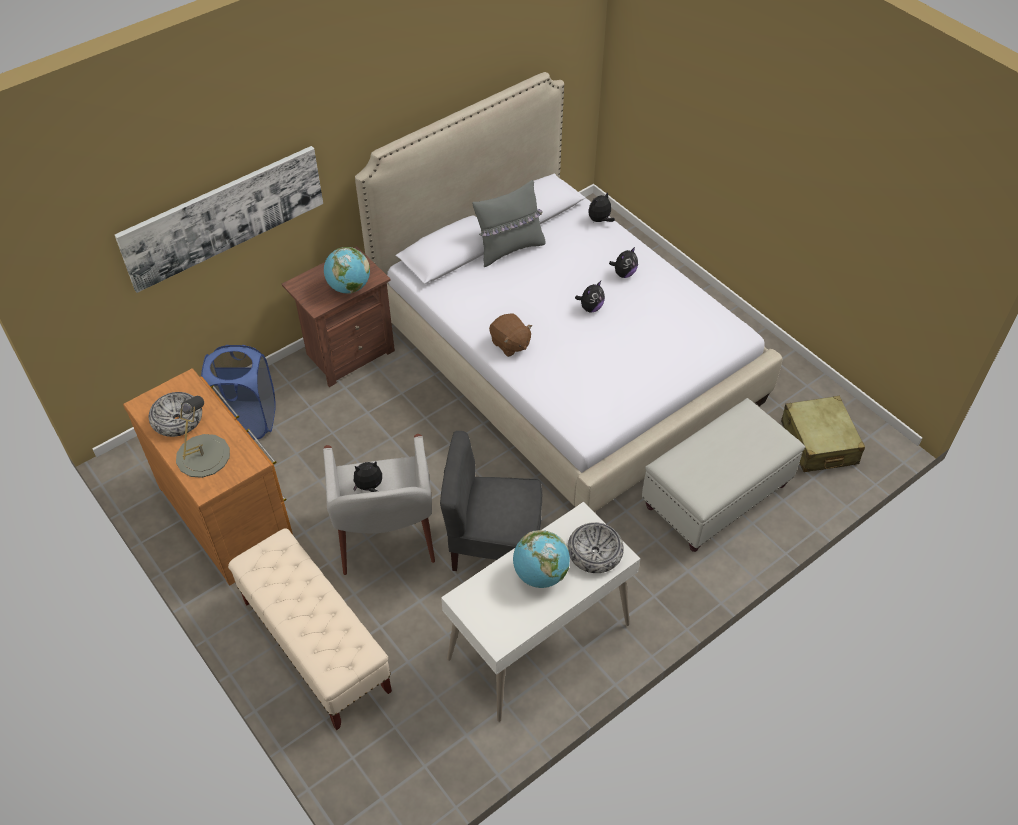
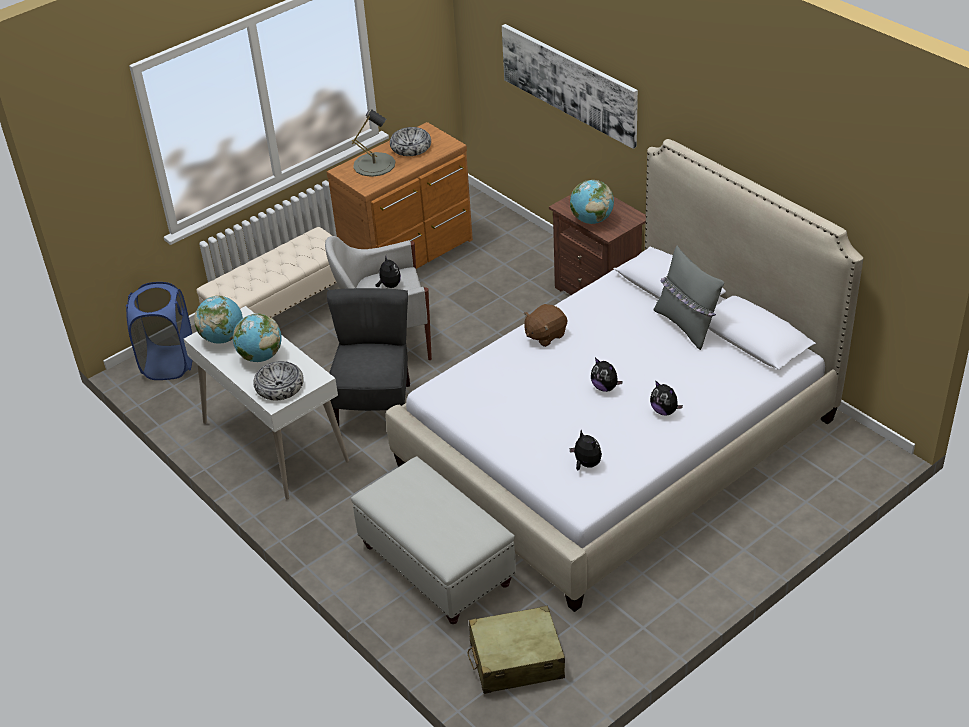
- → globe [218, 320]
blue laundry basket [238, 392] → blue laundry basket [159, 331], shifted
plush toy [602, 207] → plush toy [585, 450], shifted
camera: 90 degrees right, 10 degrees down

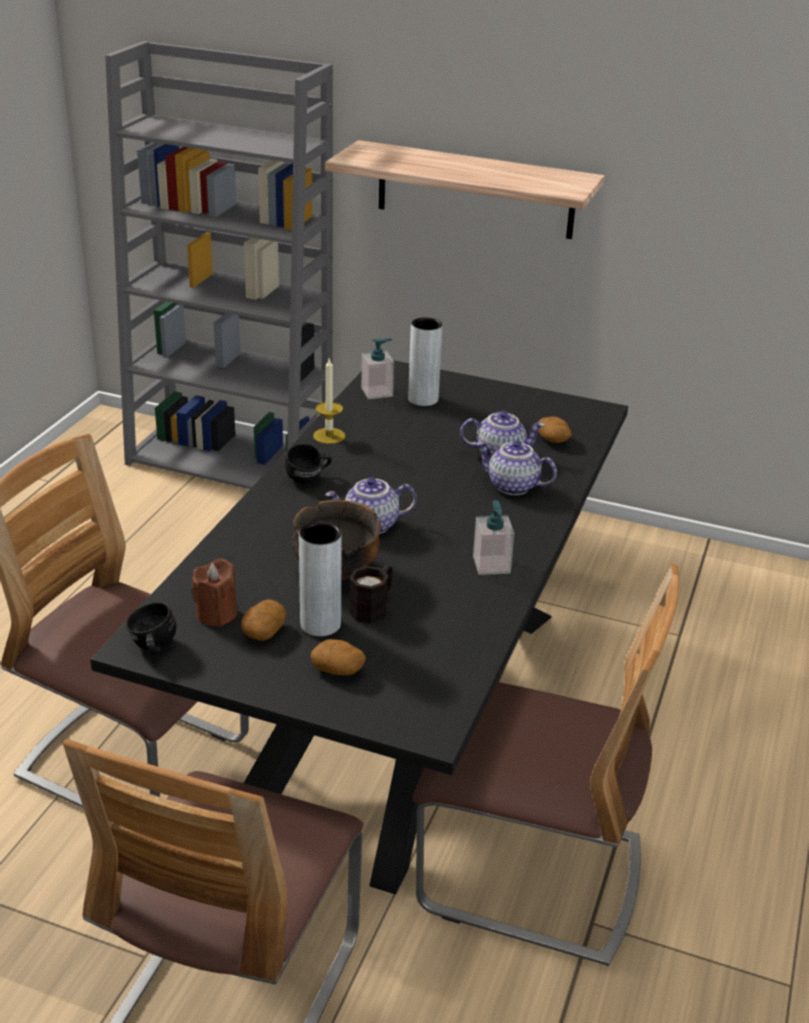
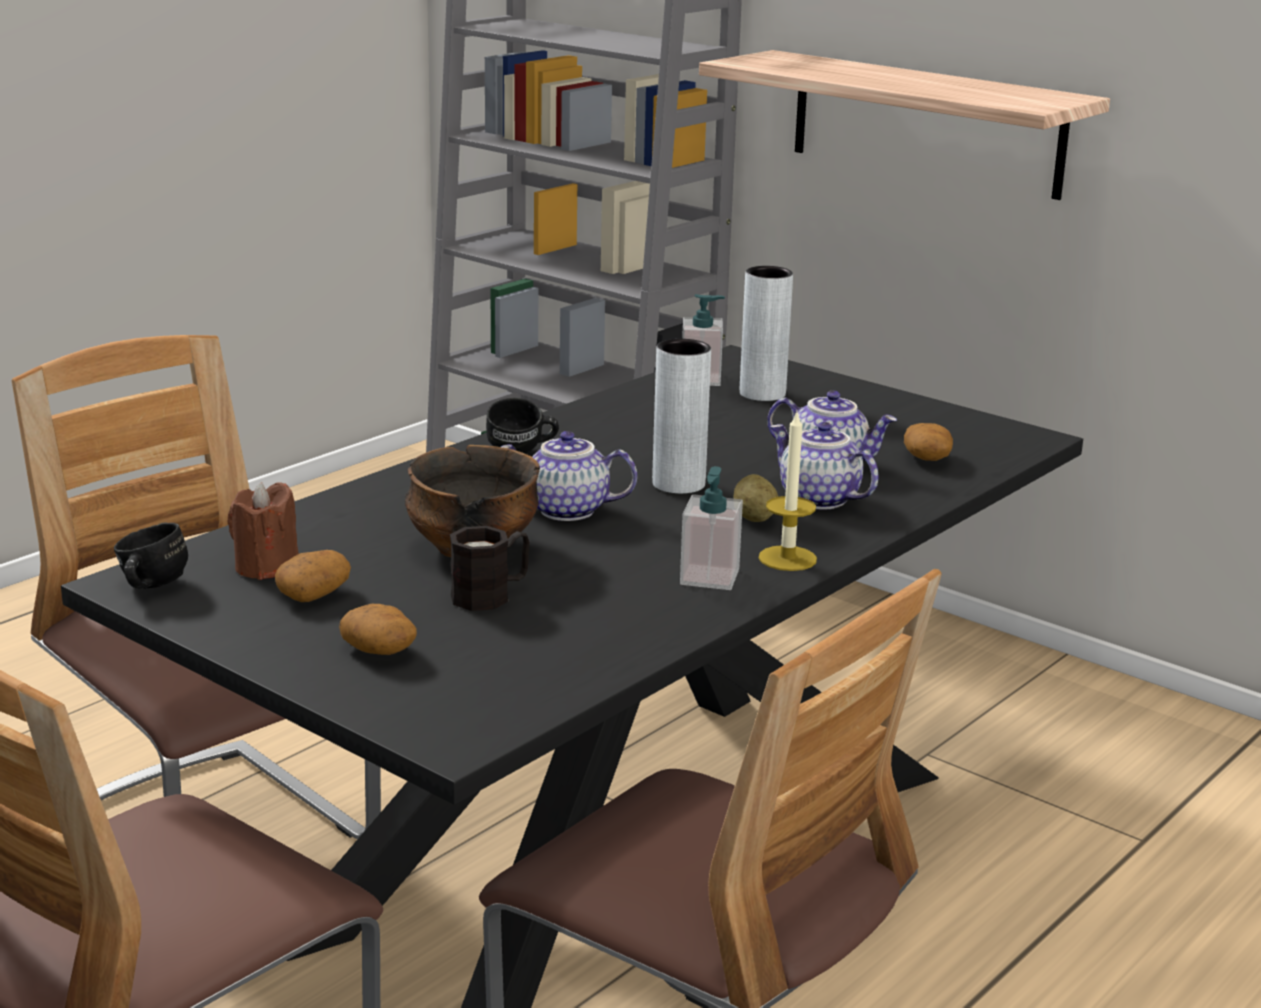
- → potato [755, 498]
grey vase [320, 579] → grey vase [681, 416], shifted
candle [329, 401] → candle [788, 492], shifted
camera: 20 degrees right, 10 degrees down

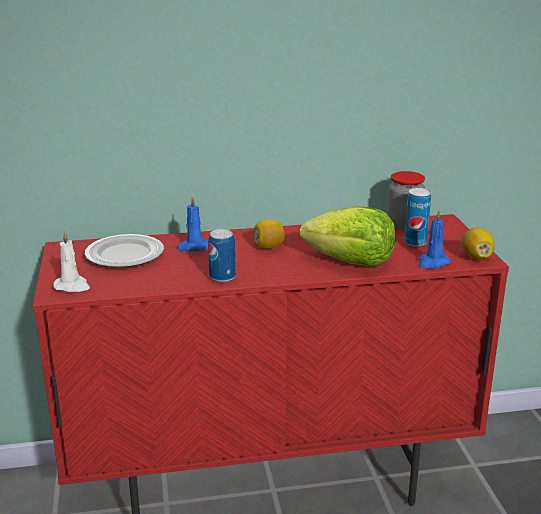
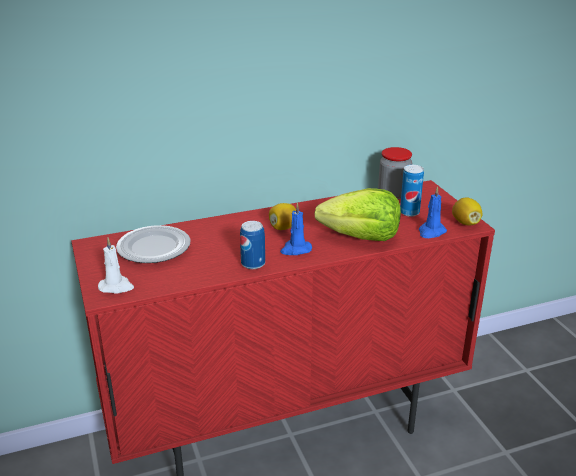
blue candle [192, 223] → blue candle [296, 229], shifted
camera: 10 degrees left, 5 degrees up

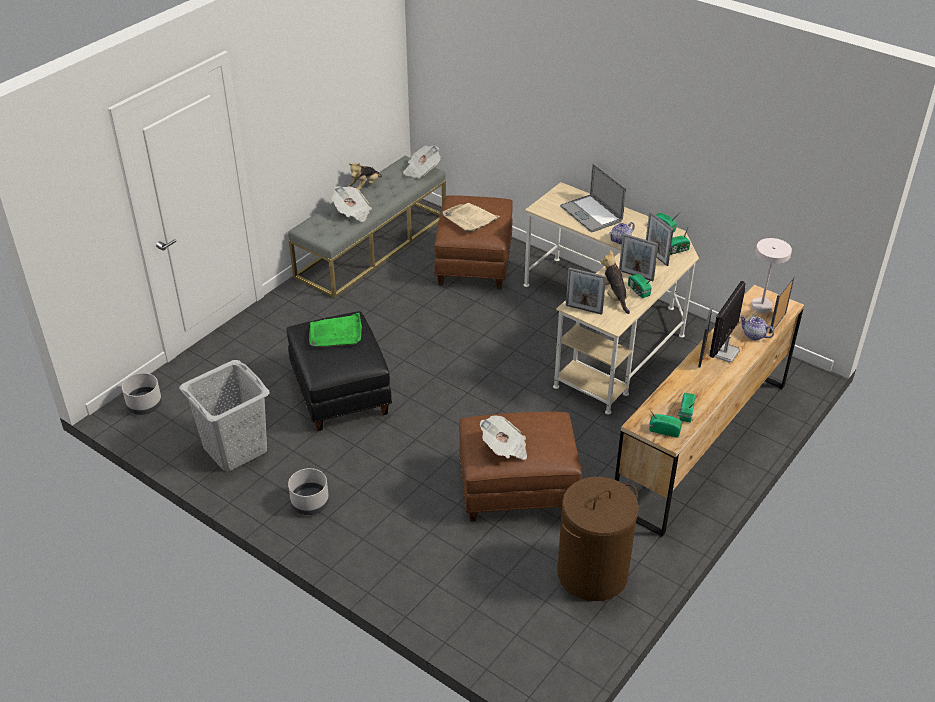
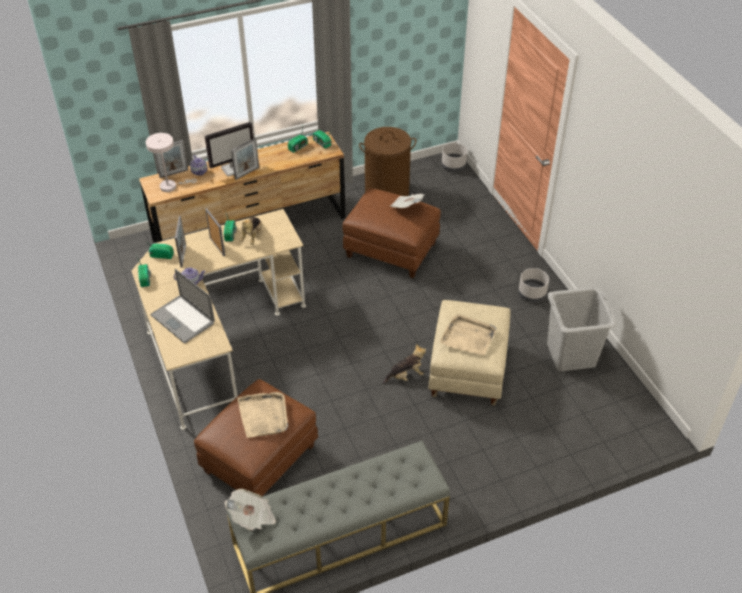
newspaper [352, 204] → -
picture frame [586, 291] → -
grey planter [142, 394] → grey planter [454, 157], shifted
plush toy [365, 176] → plush toy [404, 364], shifted
black ottoman [339, 371] → beige ottoman [469, 352]
green tray [335, 330] → beige tray [468, 334]
laptop [593, 198] → laptop [182, 306], 135 degrees clockwise
camera: 150 degrees left, 5 degrees up

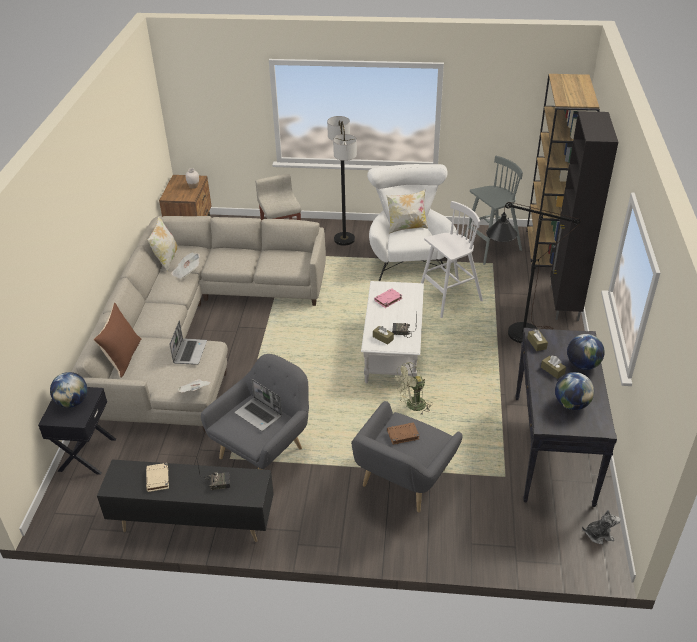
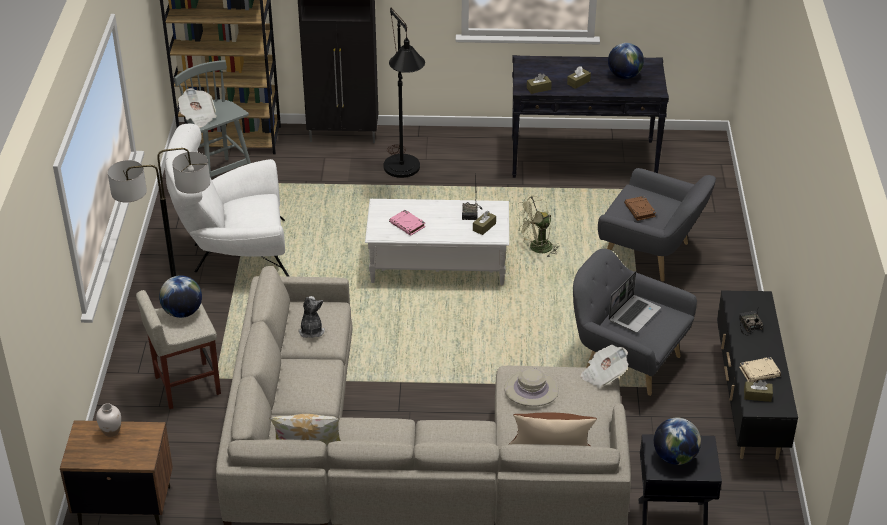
pillow [407, 212] → -
white stool [452, 259] → -
- → brown tissue box [758, 391]
newspaper [185, 266] → newspaper [197, 107], shifted
globe [586, 352] → globe [180, 296], shifted
plush toy [601, 527] → plush toy [312, 317], shifted
laptop [188, 343] → beige hat [531, 387]
green fan [414, 388] → green fan [539, 226], 90 degrees clockwise
camera: 95 degrees left, 0 degrees up

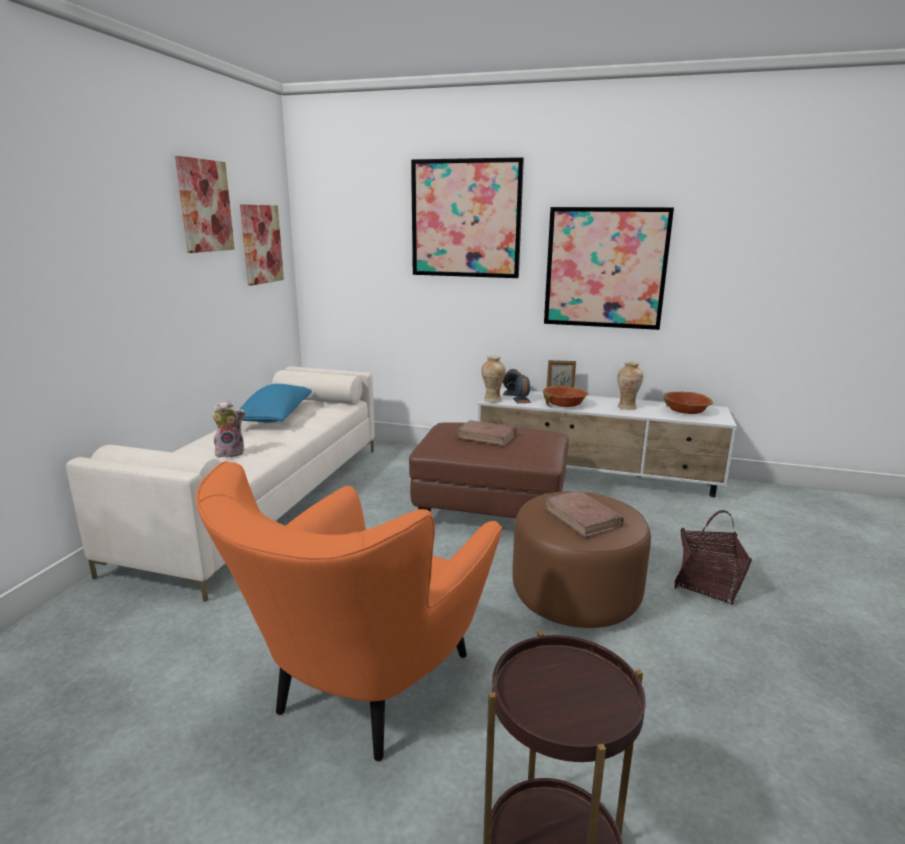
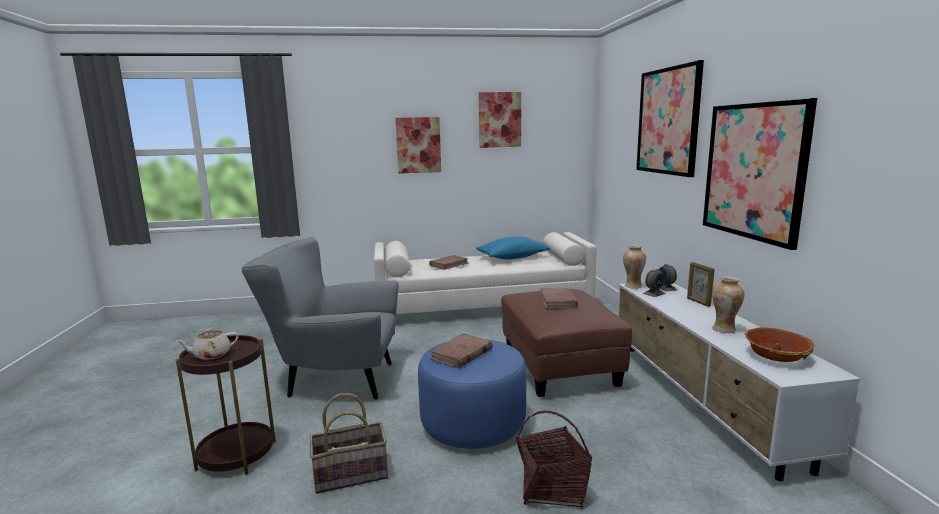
bowl [566, 396] → -
- → beige teapot [207, 344]
- → basket [349, 443]
picture [262, 245] → picture [418, 145], shifted
plush toy [229, 429] → brown book [448, 262]
orange armchair [349, 611] → grey armchair [320, 318]
brown ottoman [581, 559] → blue ottoman [472, 394]
camera: 65 degrees right, 5 degrees down

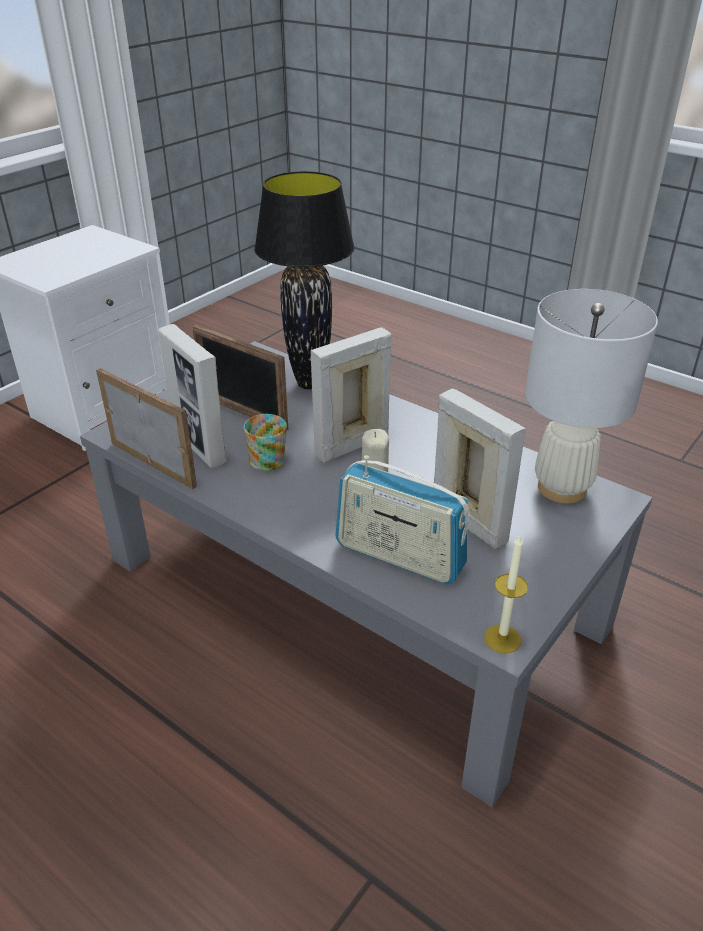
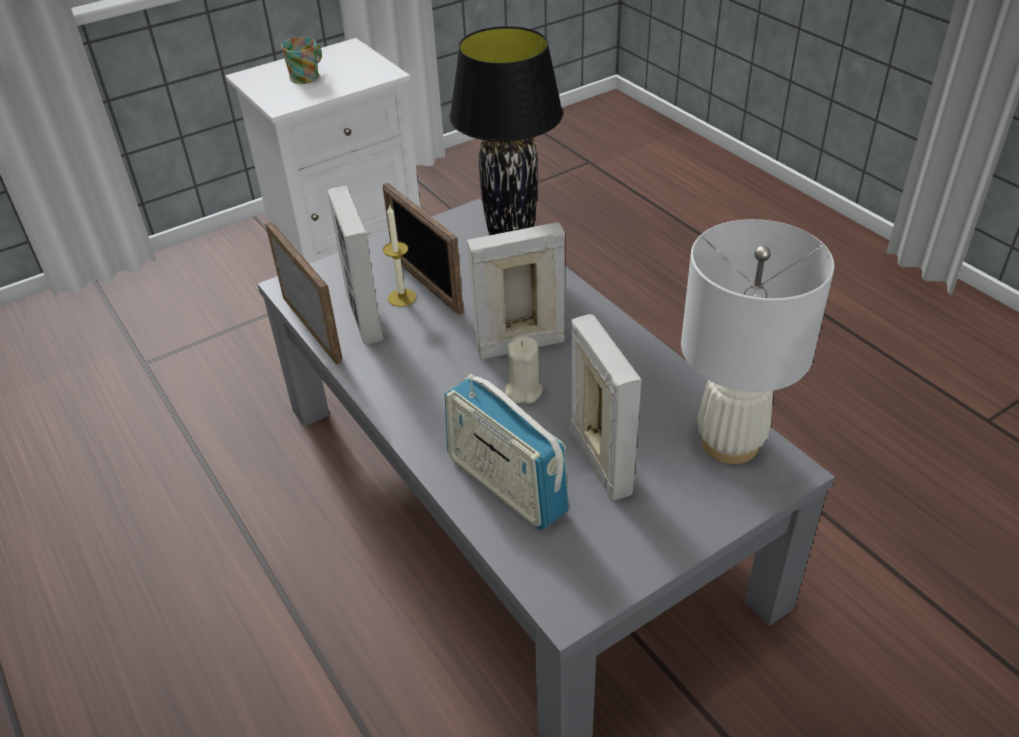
mug [265, 442] → mug [301, 60], shifted
candle [506, 594] → candle [400, 255], shifted
camera: 20 degrees right, 5 degrees up

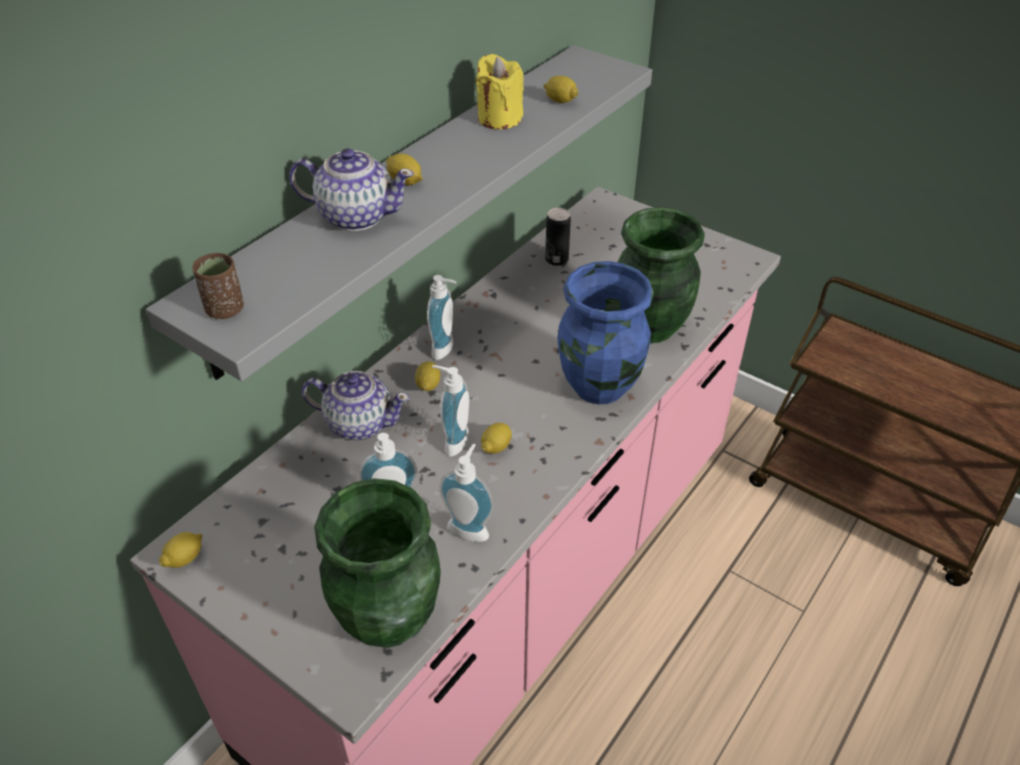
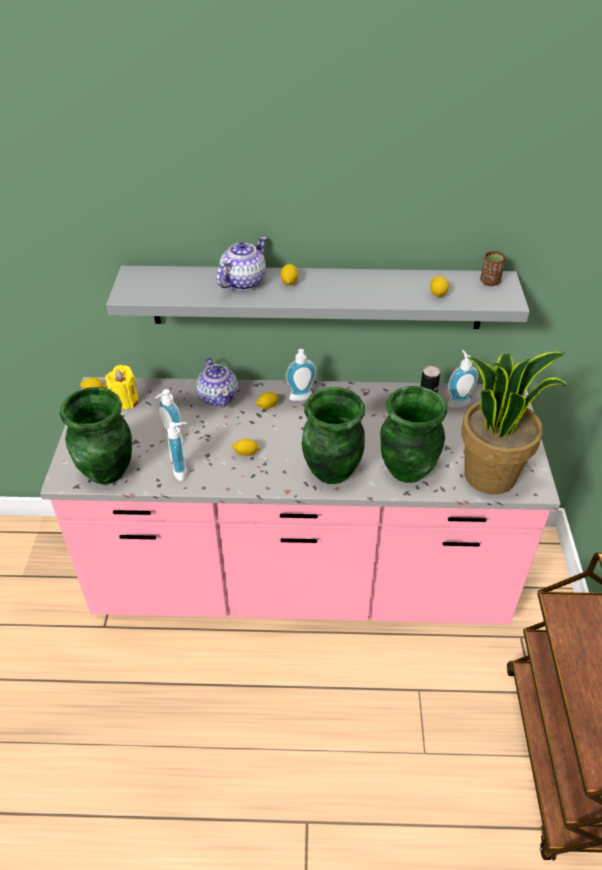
- → potted plant [516, 423]
brown cup [218, 286] → brown cup [493, 268], shifted
soap dispenser [450, 410] → soap dispenser [462, 379], shifted
yellow candle [500, 91] → yellow candle [122, 387], shifted
blue vase [605, 332] → green vase [333, 435]
teapot [351, 189] → teapot [241, 263], 120 degrees counterclockwise
camera: 55 degrees right, 0 degrees up

